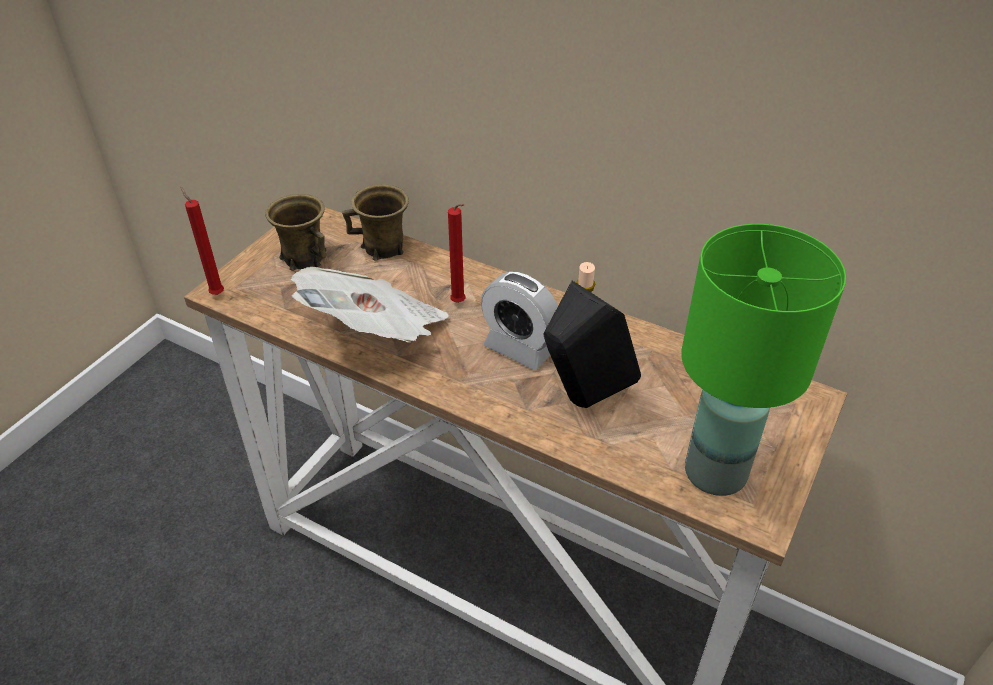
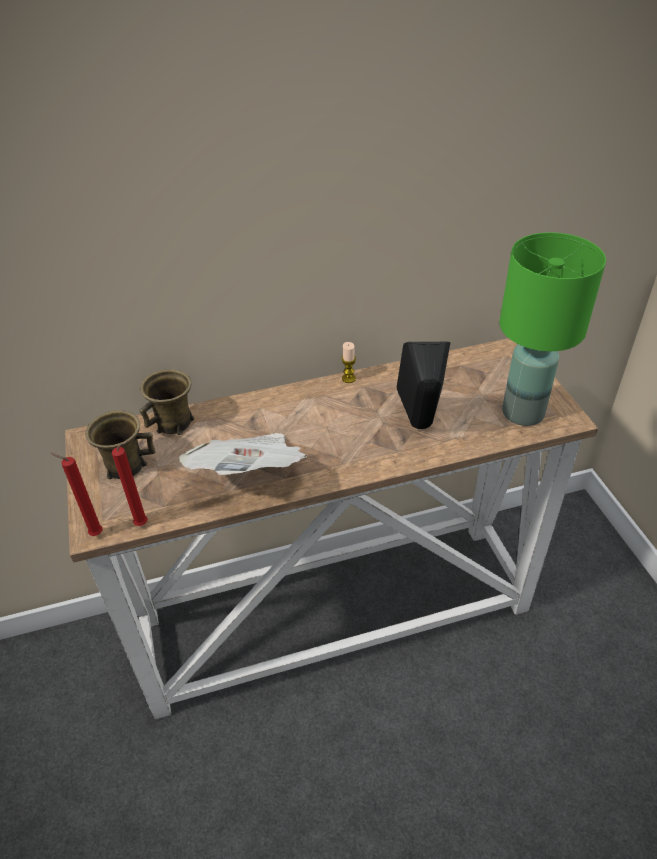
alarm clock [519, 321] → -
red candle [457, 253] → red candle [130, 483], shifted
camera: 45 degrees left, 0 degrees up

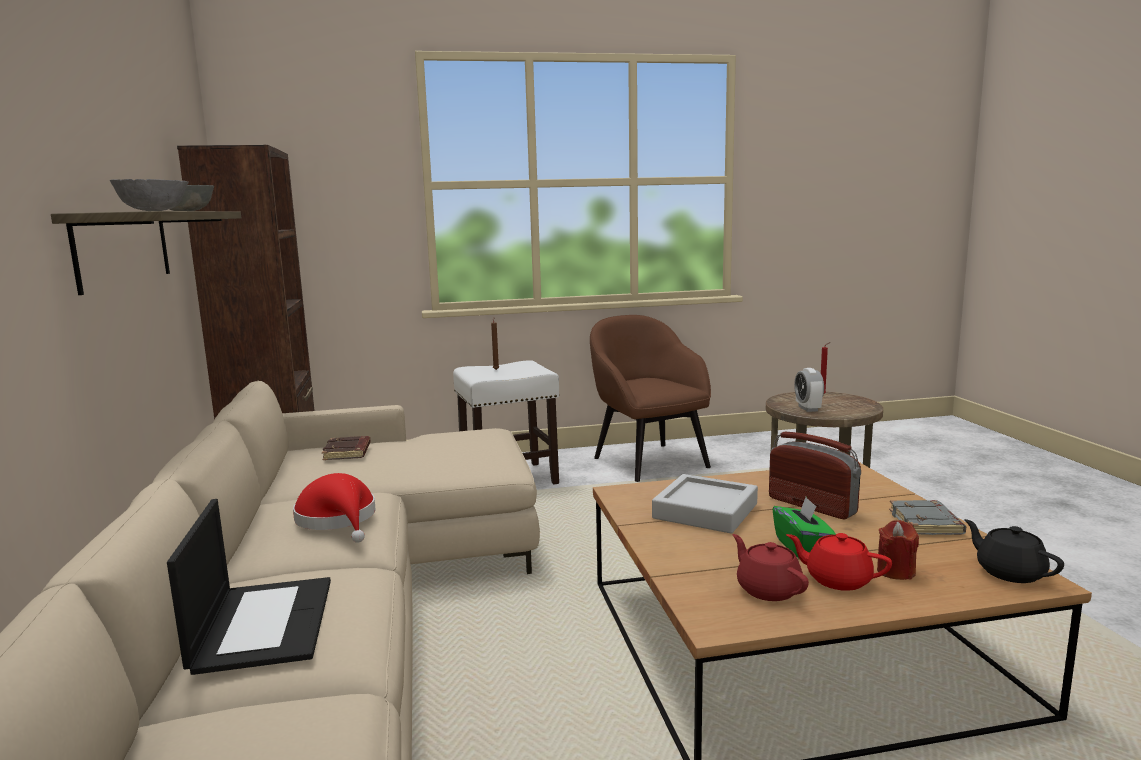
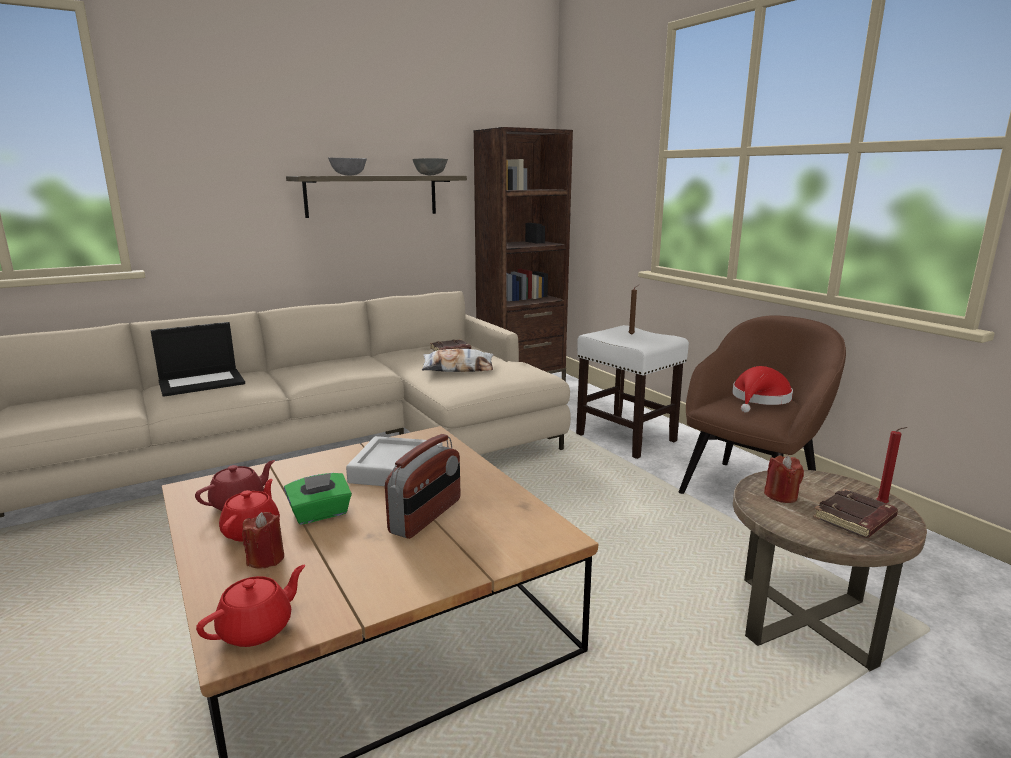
grey book [927, 517] → -
- → pillow [458, 360]
- → brown book [855, 513]
red hat [334, 508] → red hat [762, 389], shifted
alarm clock [809, 390] → red candle [784, 479]
black teapot [1014, 551] → red teapot [250, 606]
camera: 70 degrees right, 5 degrees up

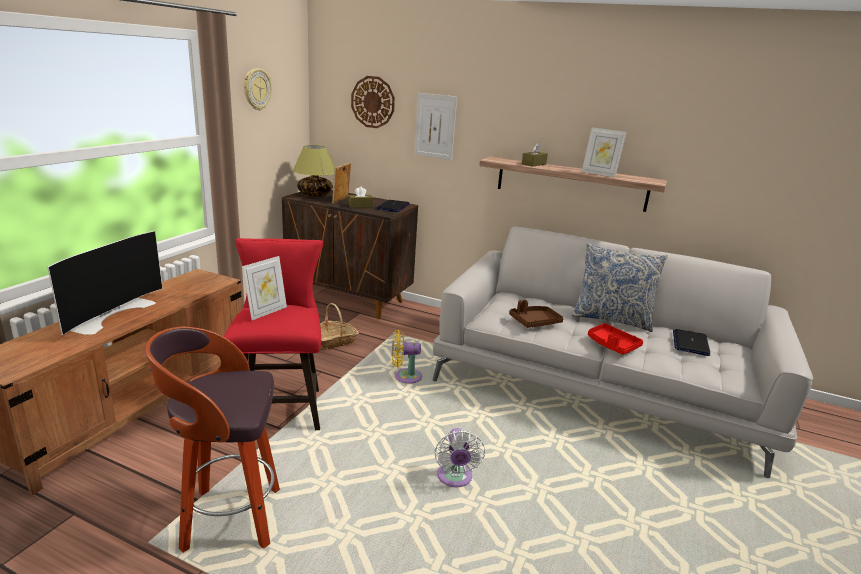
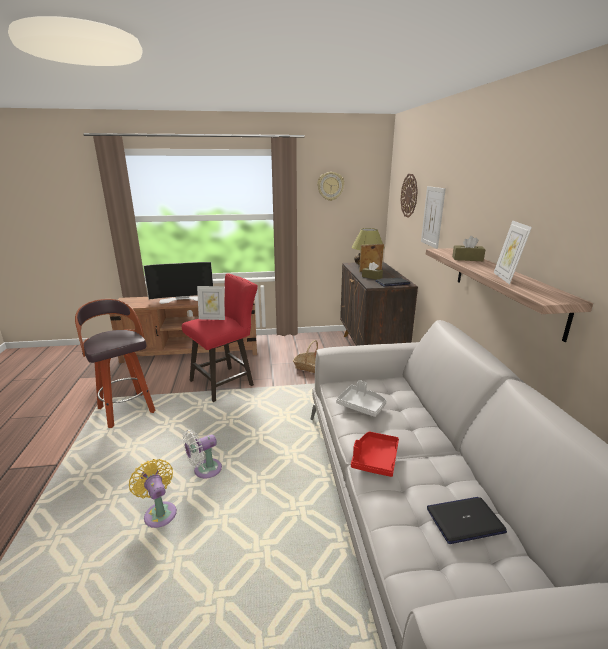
pillow [620, 287] → -
yellow fan [407, 356] → yellow fan [153, 493], shifted
brown tray [536, 314] → grey tray [361, 398]
camera: 60 degrees right, 0 degrees up

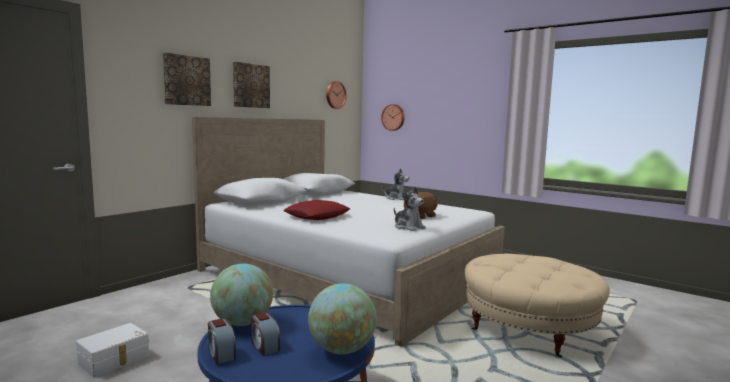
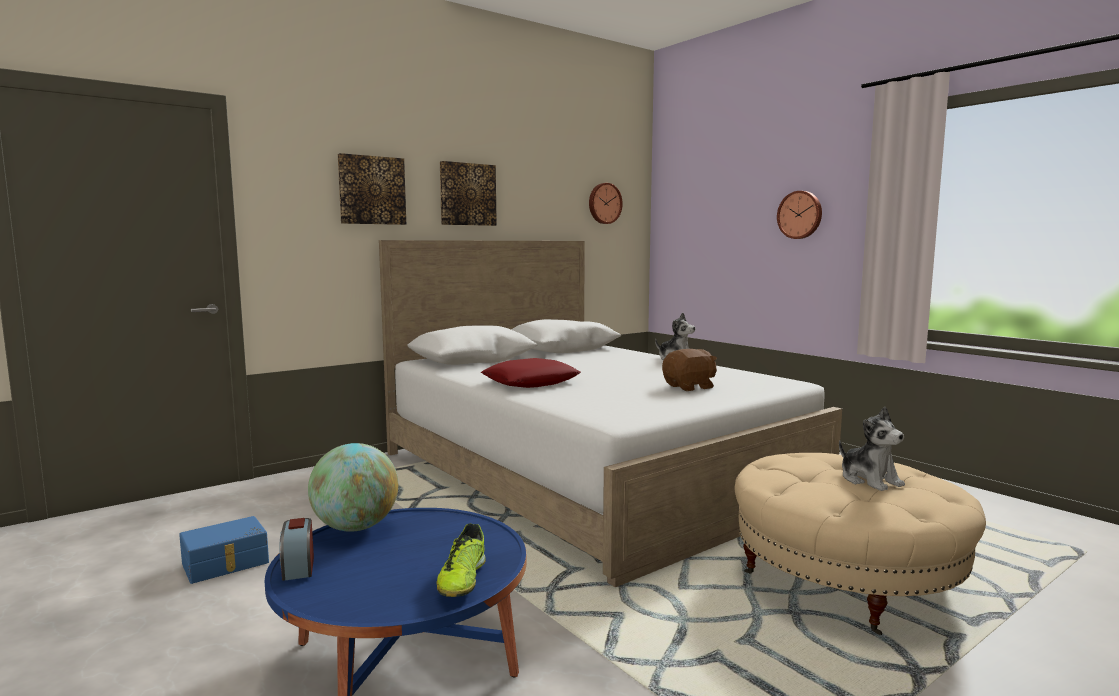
alarm clock [265, 334] → -
wall clock [393, 117] → wall clock [799, 215], shifted
plush toy [410, 208] → plush toy [872, 449], shifted
globe [342, 318] → shoe [461, 560]
white storage box [113, 350] → blue storage box [224, 550]
camera: 15 degrees right, 0 degrees up

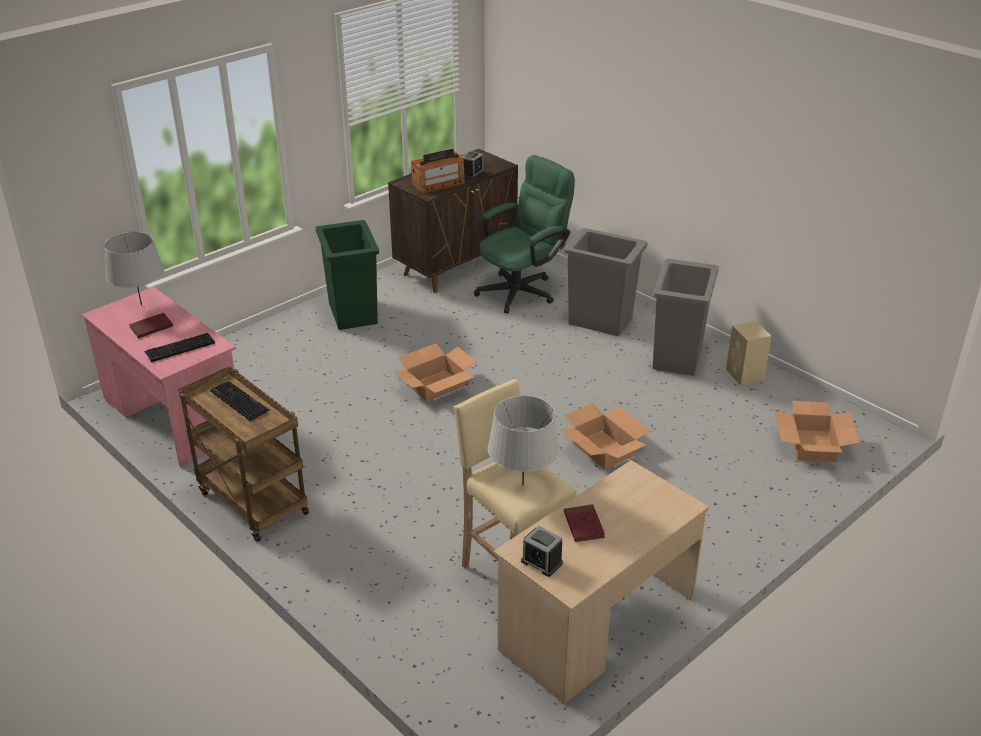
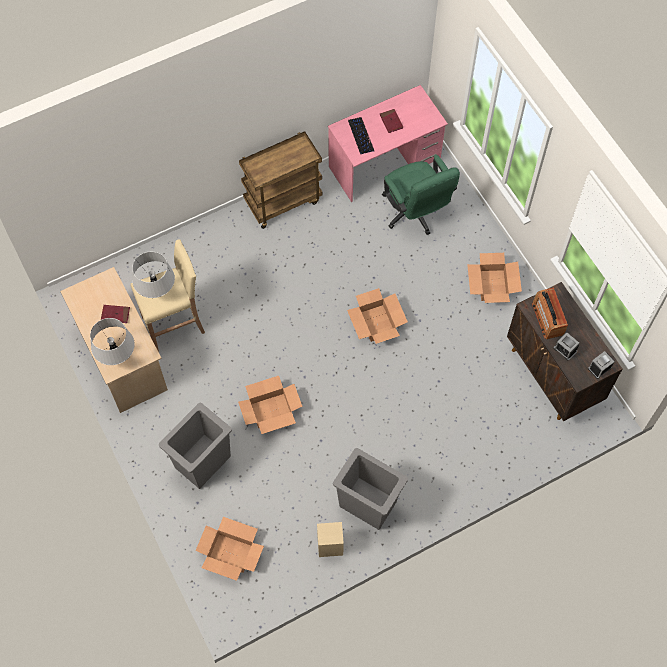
keyboard [240, 401] → -
grey table lamp [134, 269] → grey table lamp [112, 341], shifted
green office chair [524, 234] → green office chair [421, 195], shifted
alarm clock [542, 551] → alarm clock [601, 365], shifted
grey trash can [606, 282] → grey trash can [195, 446], shifted
green trash can [347, 275] → cardboard box [494, 278]
camera: 105 degrees right, 30 degrees up

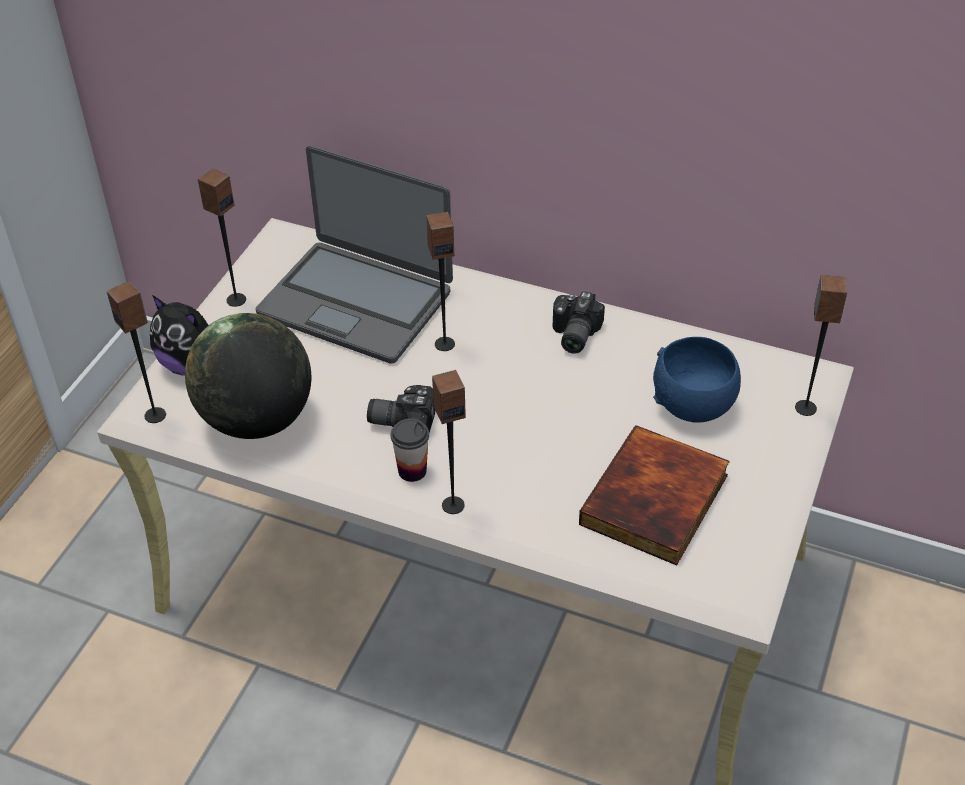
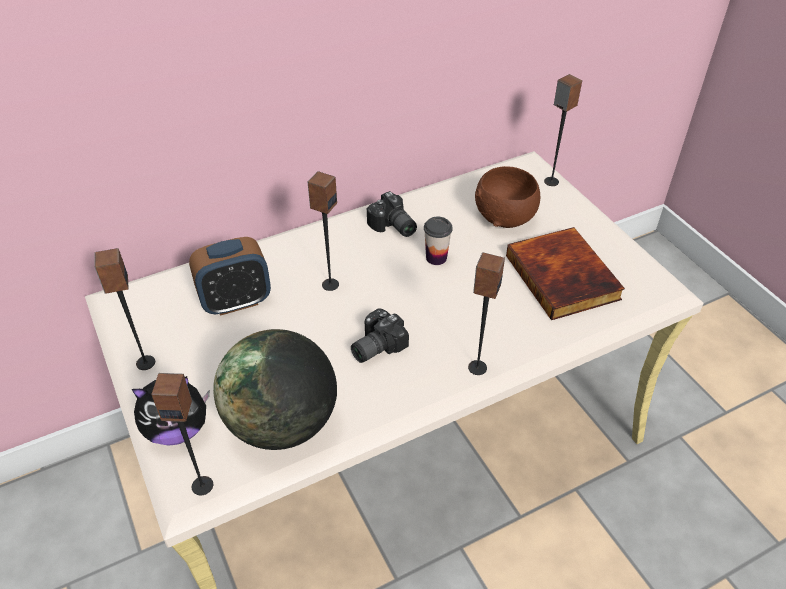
cup [410, 450] → cup [438, 241], shifted
laptop [354, 254] → alarm clock [230, 276]
blue bowl [697, 379] → brown bowl [507, 197]
camera: 50 degrees left, 0 degrees up

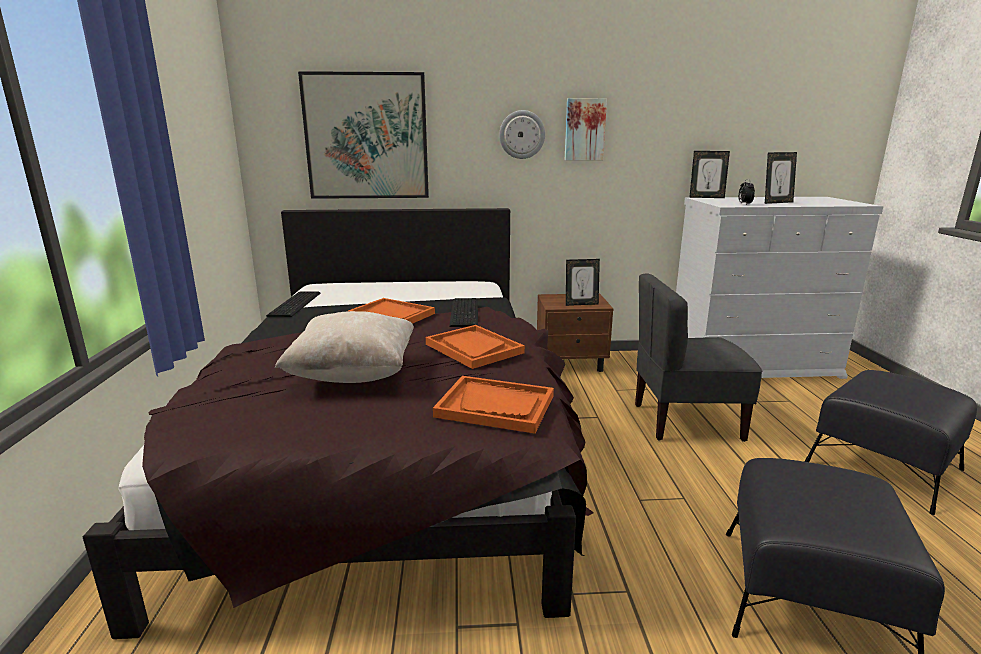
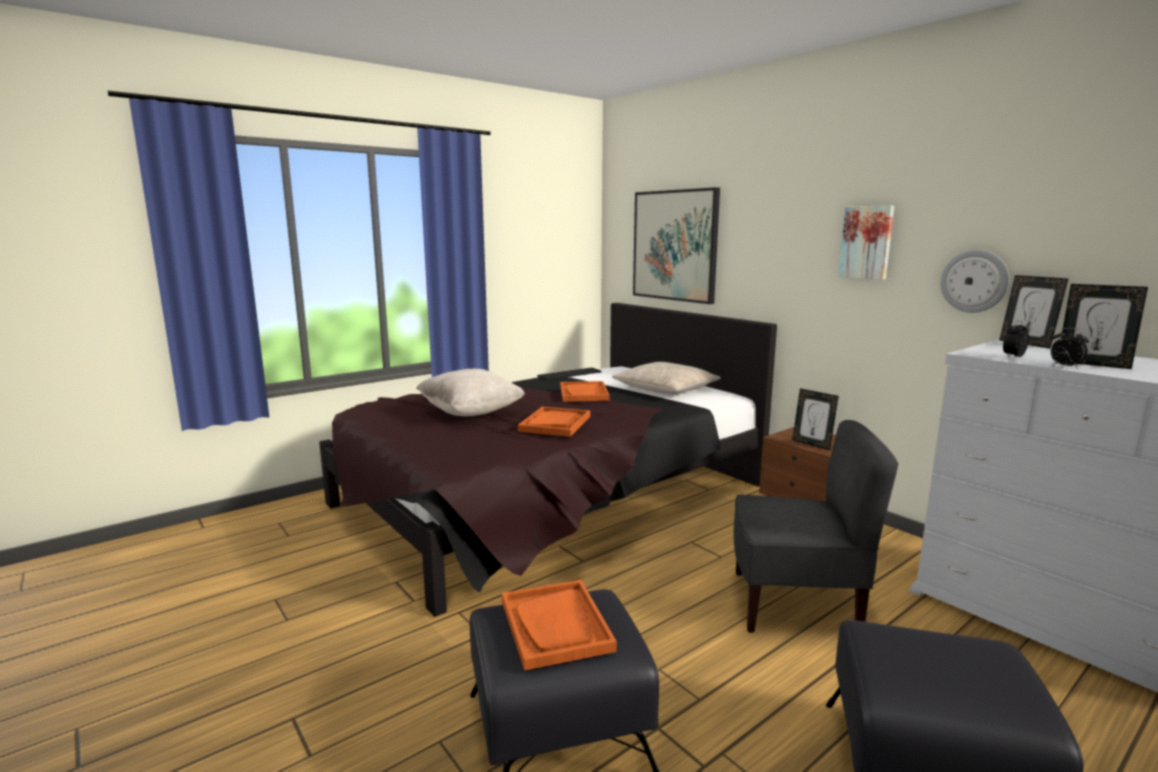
keyboard [463, 312] → -
- → beige pillow [666, 378]
- → alarm clock [1070, 348]
orange tray [493, 405] → orange tray [559, 625], shifted
wall clock [522, 134] → wall clock [974, 281], shifted
grey chair [699, 357] → grey chair [816, 526], 135 degrees clockwise
camera: 55 degrees right, 5 degrees down

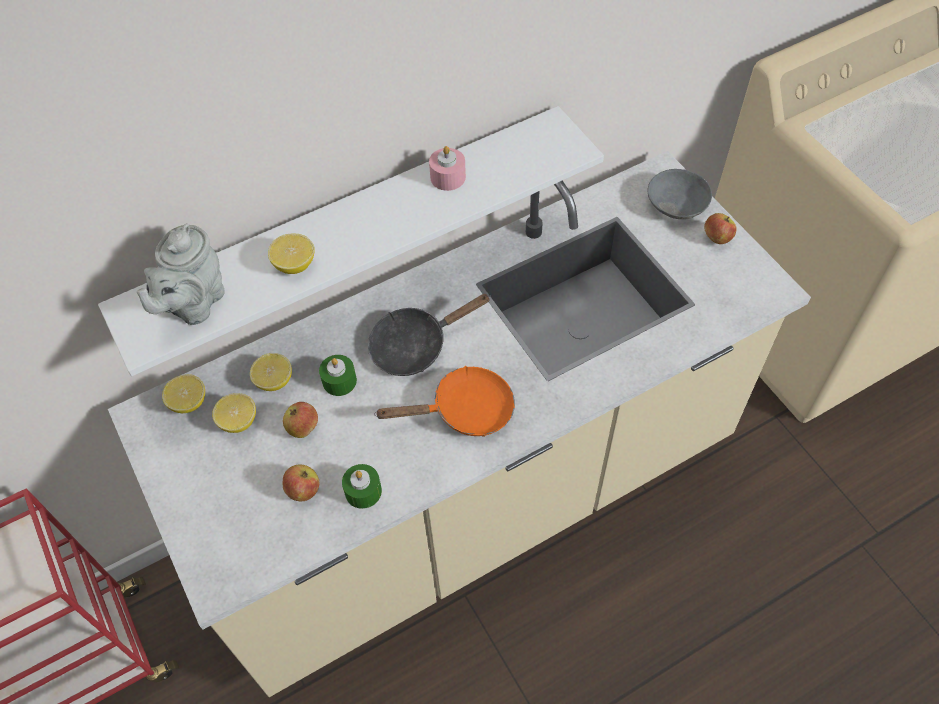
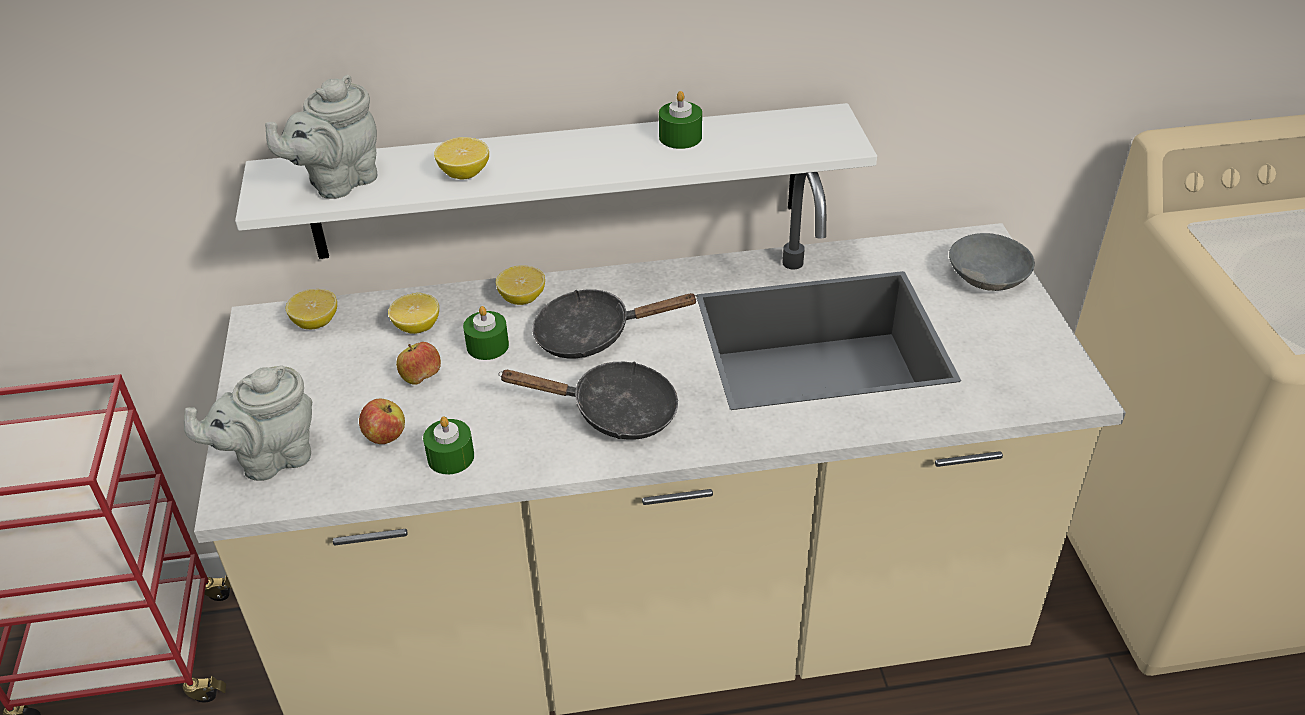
apple [720, 228] → -
- → grey teapot [248, 423]
lemon [234, 413] → lemon [520, 285], shifted
orange frying pan [444, 401] → black frying pan [588, 400]
pink candle [447, 168] → green candle [680, 120]
camera: 20 degrees right, 15 degrees down

